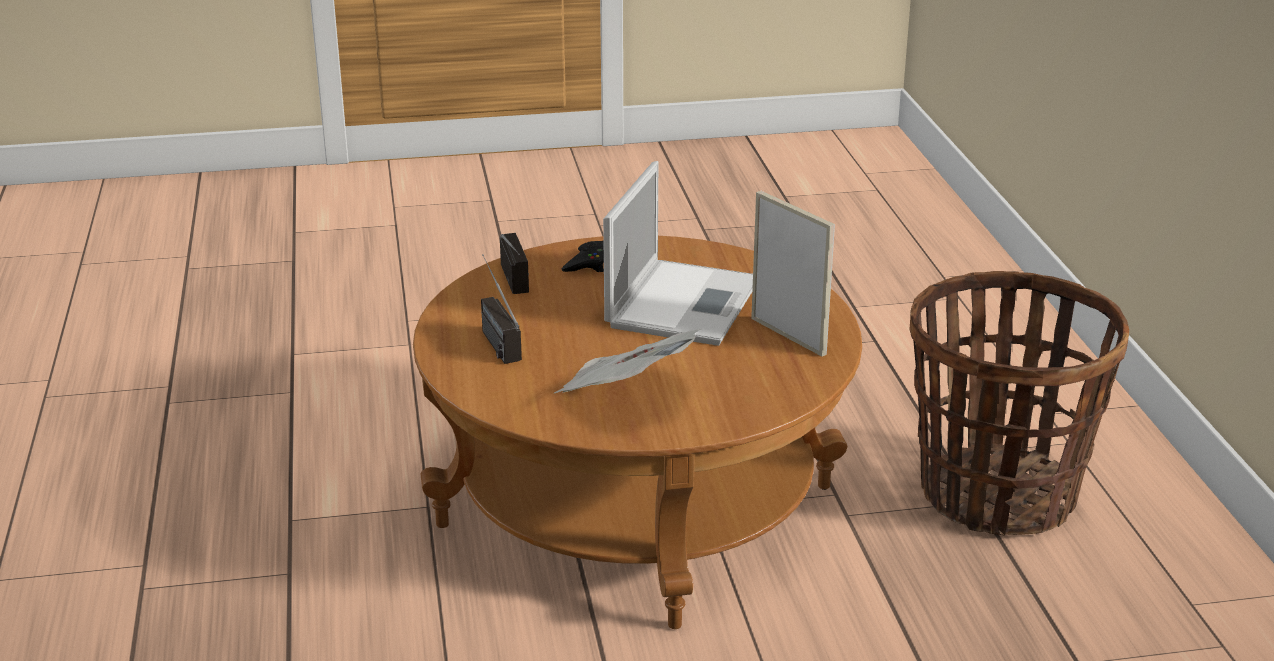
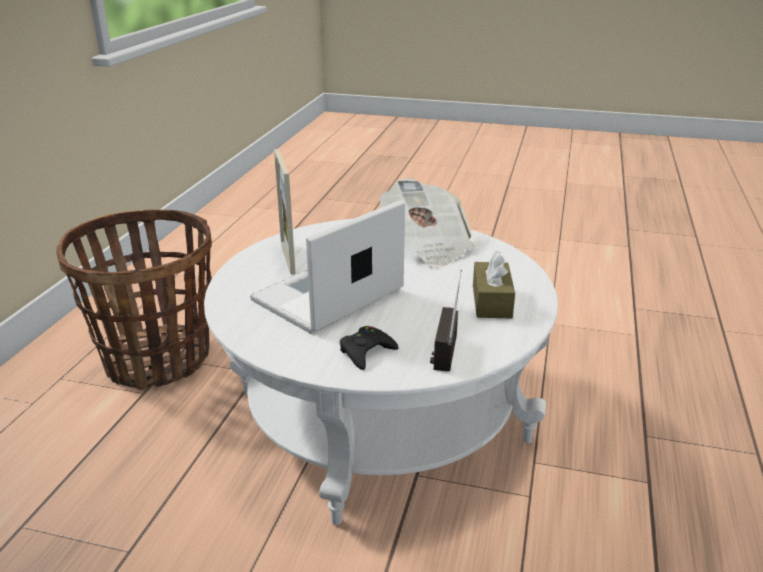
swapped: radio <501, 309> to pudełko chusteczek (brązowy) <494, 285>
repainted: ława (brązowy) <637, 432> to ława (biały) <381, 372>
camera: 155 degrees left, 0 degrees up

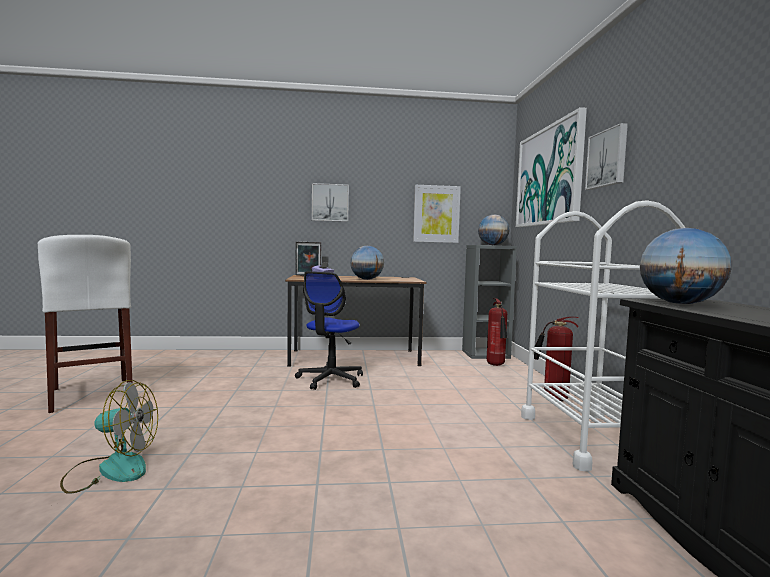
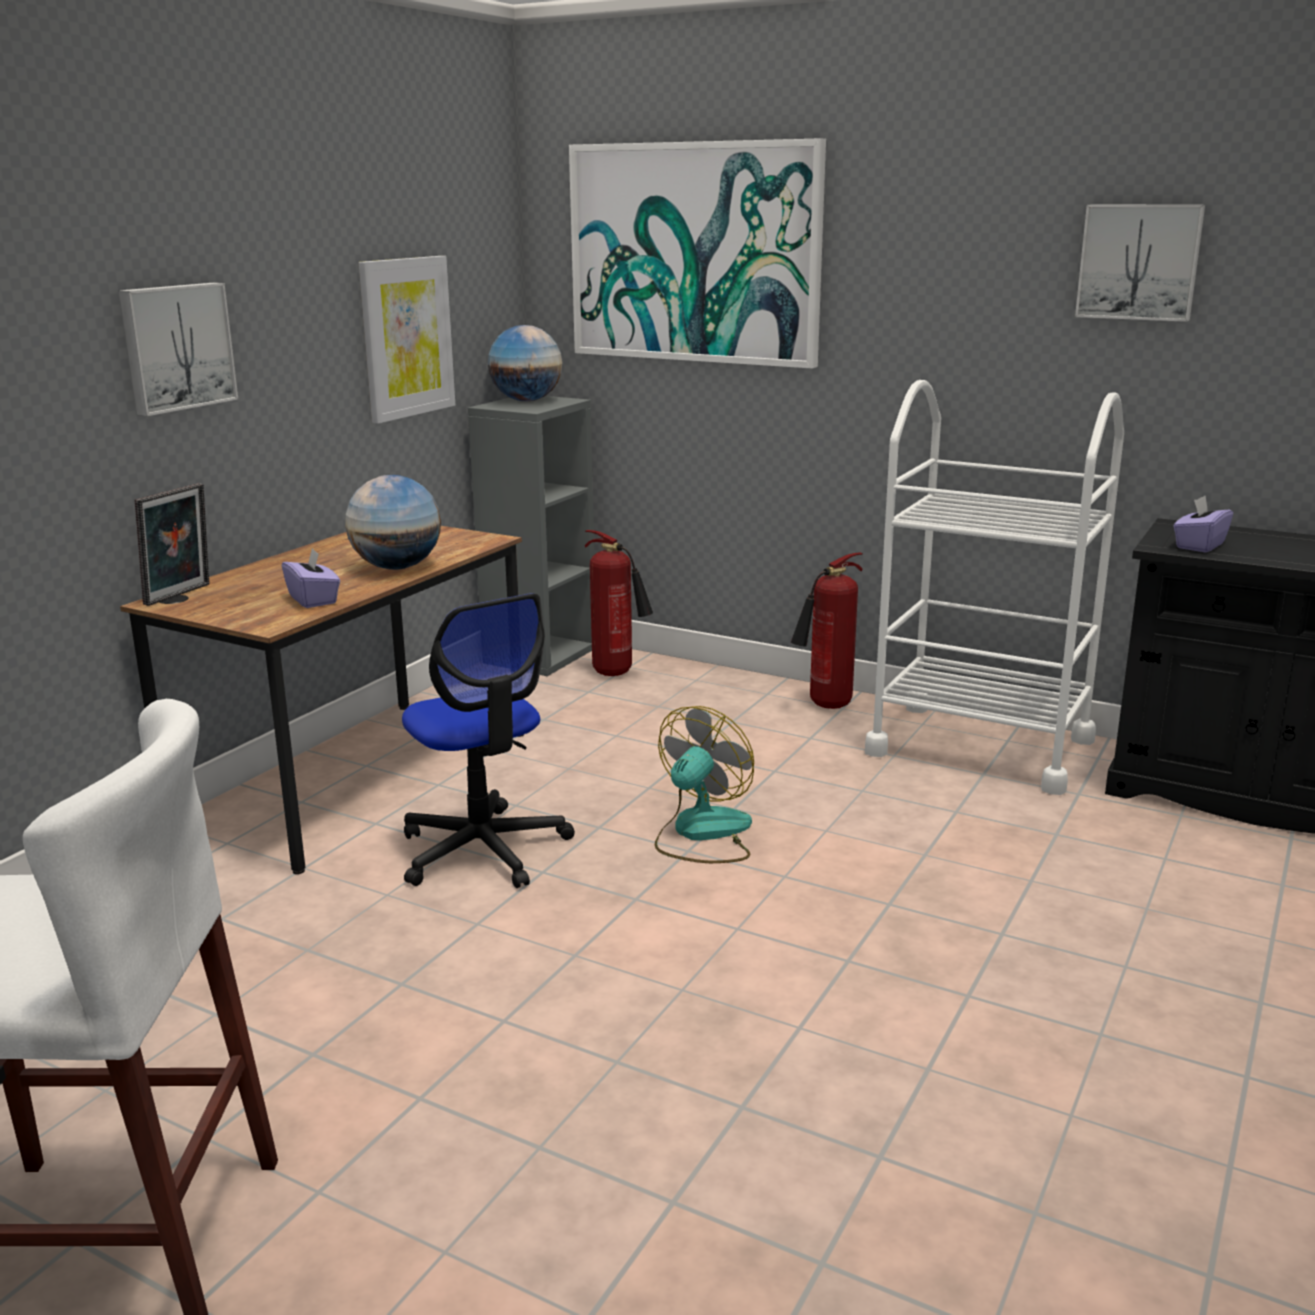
shifted: obraz <606, 156> to <1140, 263>; wentylator <109, 437> to <704, 784>
swapped: globus <686, 266> to pudełko chusteczek (fioletowy) <1203, 524>
camera: 55 degrees left, 15 degrees up

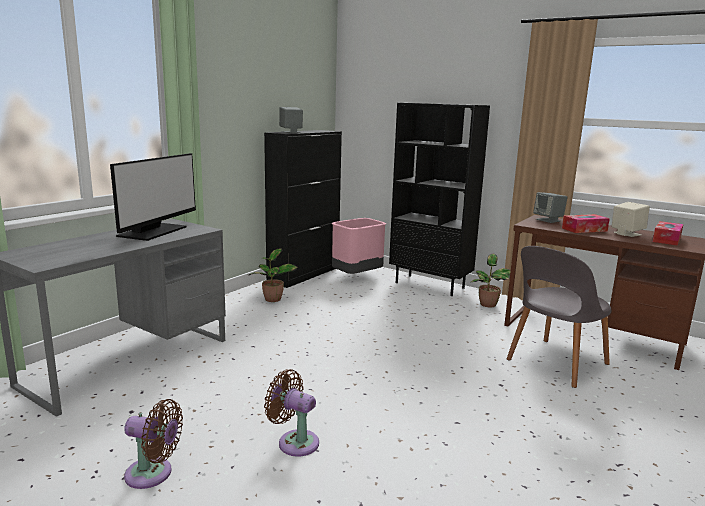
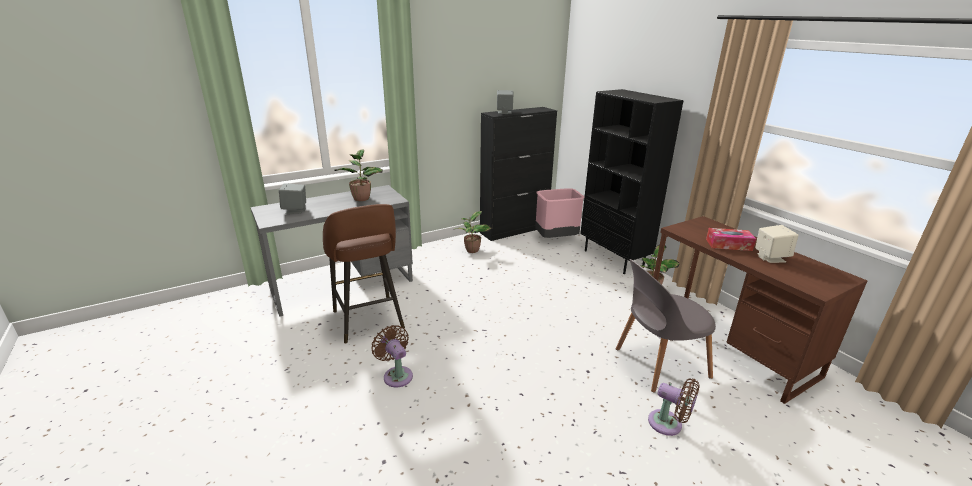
gone: pudełko chusteczek <668, 233>
new: stołek (brązowy) <364, 274>
shifted: głośnik (szary) <550, 207> to <292, 198>; wentylator (brązowy) <153, 444> to <674, 407>
swapped: monitor <153, 197> to roślina doniczkowa <359, 175>
camera: 25 degrees right, 10 degrees up

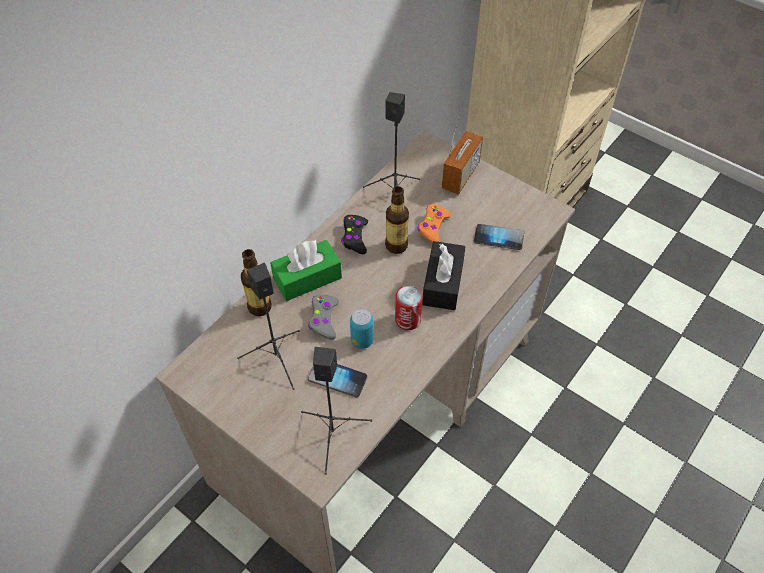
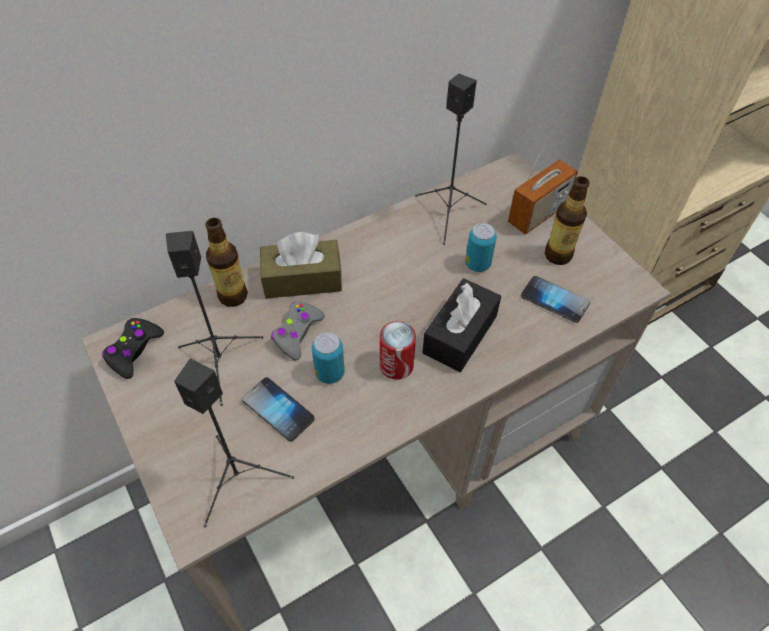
shifted: butelka <397, 220> to <567, 220>; pad do gier (czarny) <354, 234> to <133, 348>
swapped: pad do gier (pomarańczowy) <434, 224> to puszka <481, 247>
repainted: pudełko chusteczek (zielony) <306, 270> to pudełko chusteczek (brązowy) <301, 265>
camera: 20 degrees right, 0 degrees up

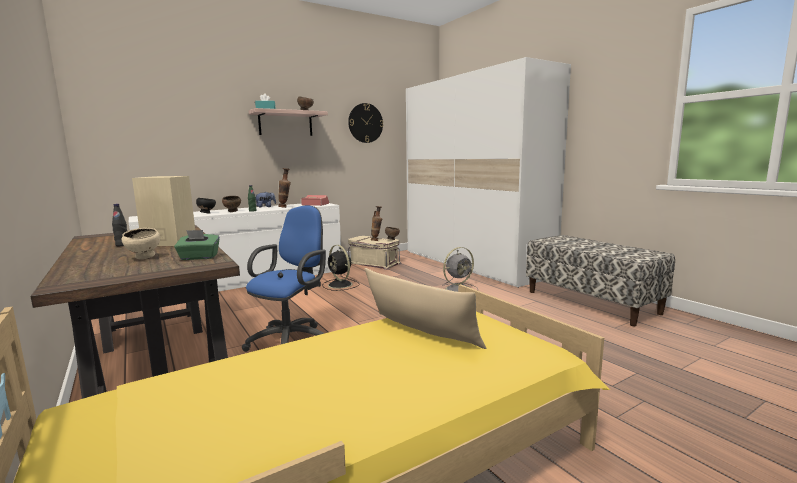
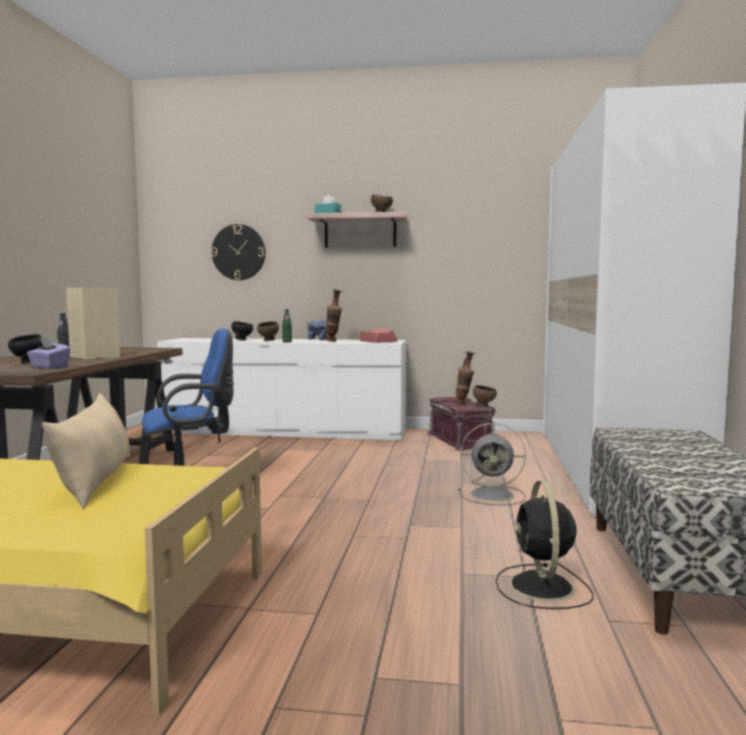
shifted: zegar ścienny <365, 123> to <238, 252>; wentylator (czarny) <341, 268> to <544, 545>
repainted: miska (beżowy) <141, 243> to miska (czarny) <25, 349>; pudełko chusteczek (zielony) <197, 245> to pudełko chusteczek (fioletowy) <49, 353>; pojemnik do przechowywania (beżowy) <375, 253> to pojemnik do przechowywania (czerwony) <462, 424>
camera: 40 degrees right, 5 degrees down

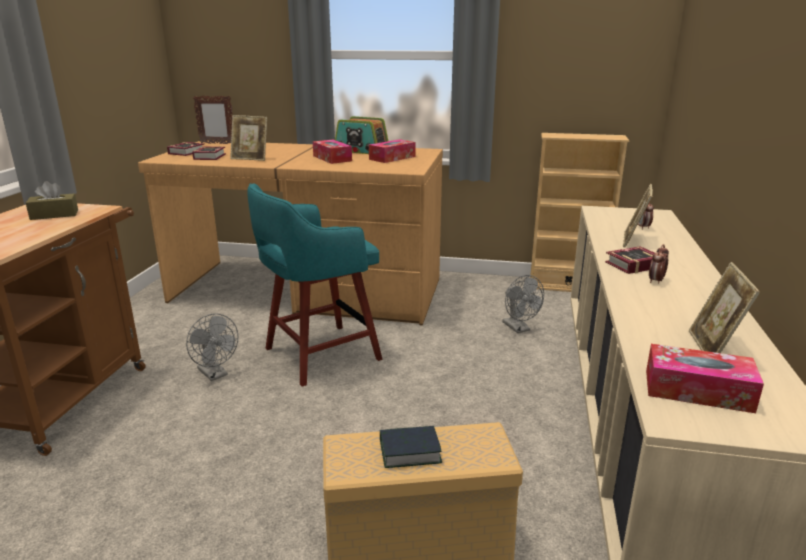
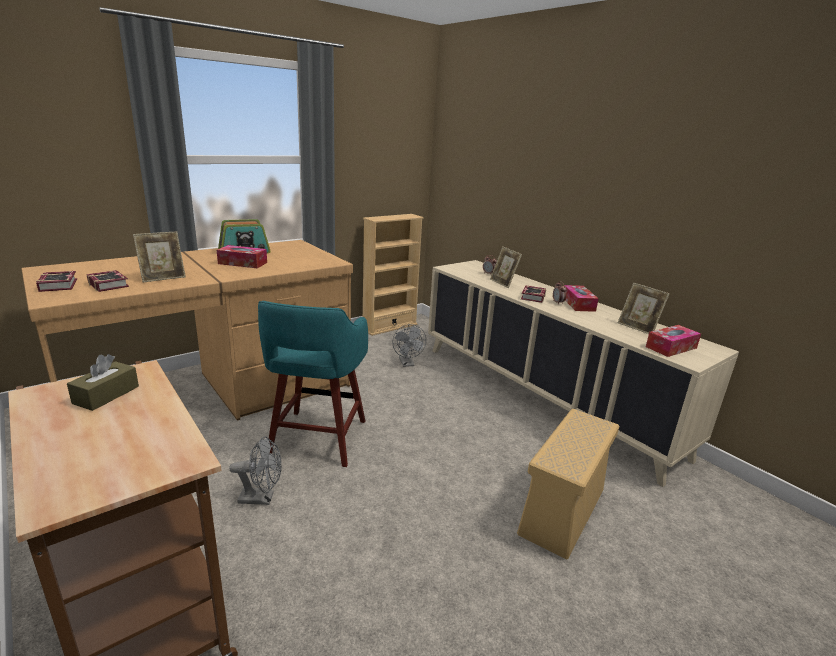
gone: ramka na zdjęcie <213, 119>; książka <411, 447>
shifted: pudełko chusteczek <392, 151> to <581, 298>
rotated: wentylator (szary) <523, 304> = <409, 345> 60 degrees clockwise
camera: 50 degrees left, 0 degrees up

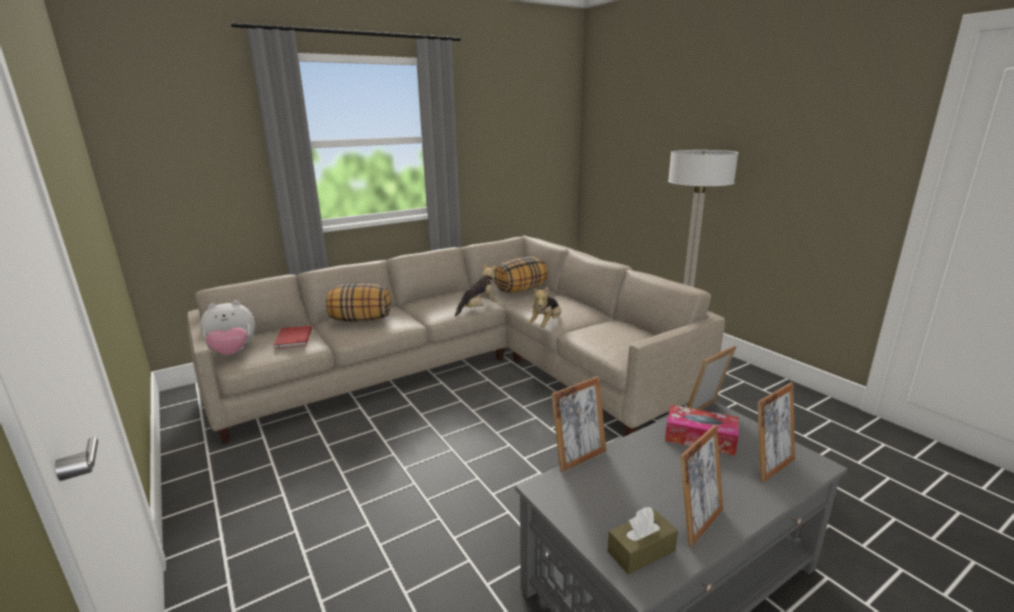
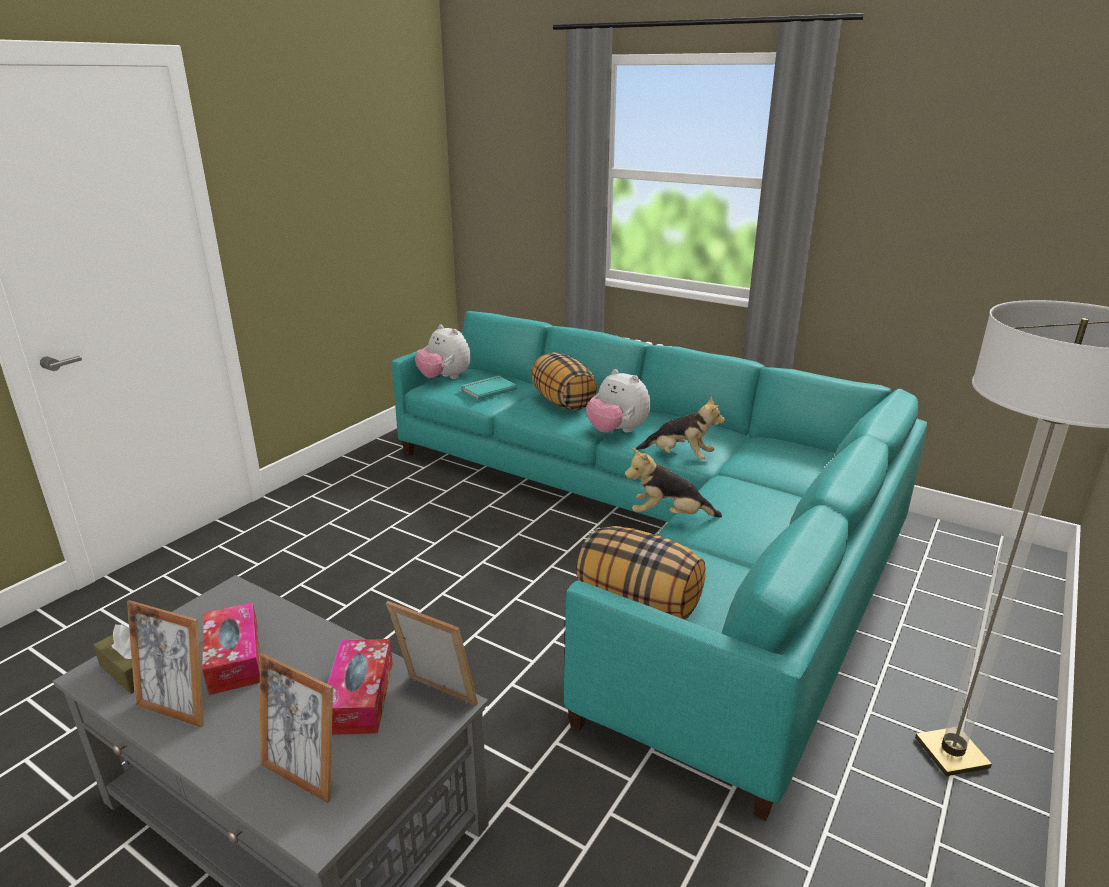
gone: ramka na zdjęcie <578, 424>
new: pluszak <618, 401>; pudełko chusteczek <231, 648>
shifted: poduszka <521, 275> to <641, 572>
repainted: kanapa (beżowy) <456, 339> to kanapa (turkusowy) <659, 566>; książka (czerwony) <293, 337> to książka (turkusowy) <489, 388>
camera: 65 degrees right, 5 degrees up

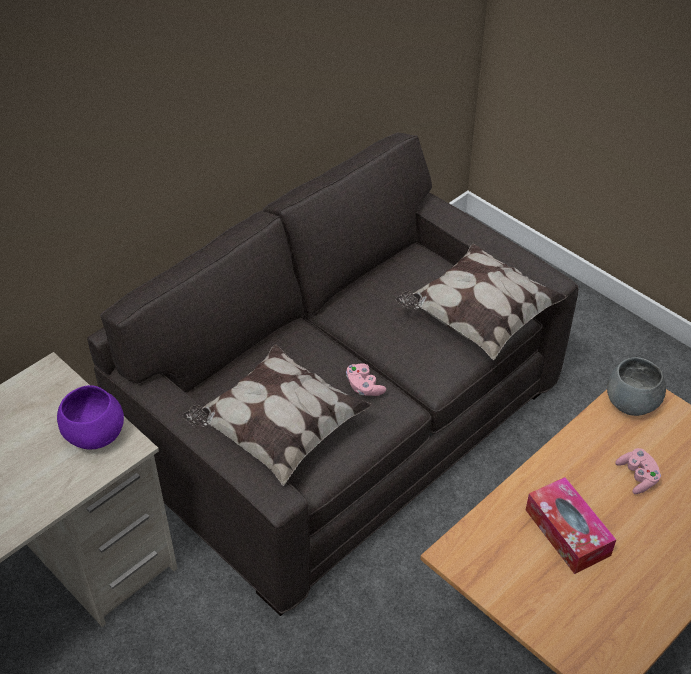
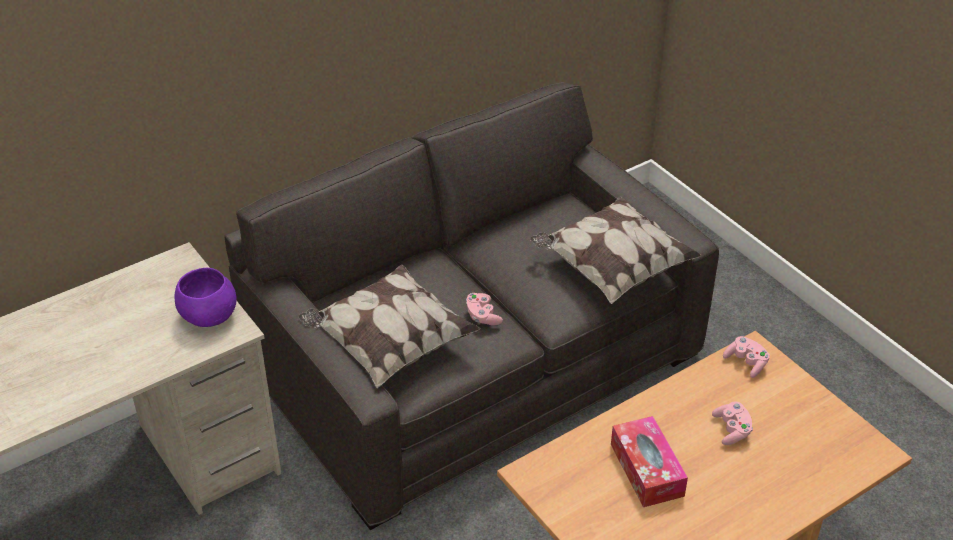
swapped: miska (szary) <636, 386> to pad do gier (różowy) <746, 357>
camera: 10 degrees right, 5 degrees down

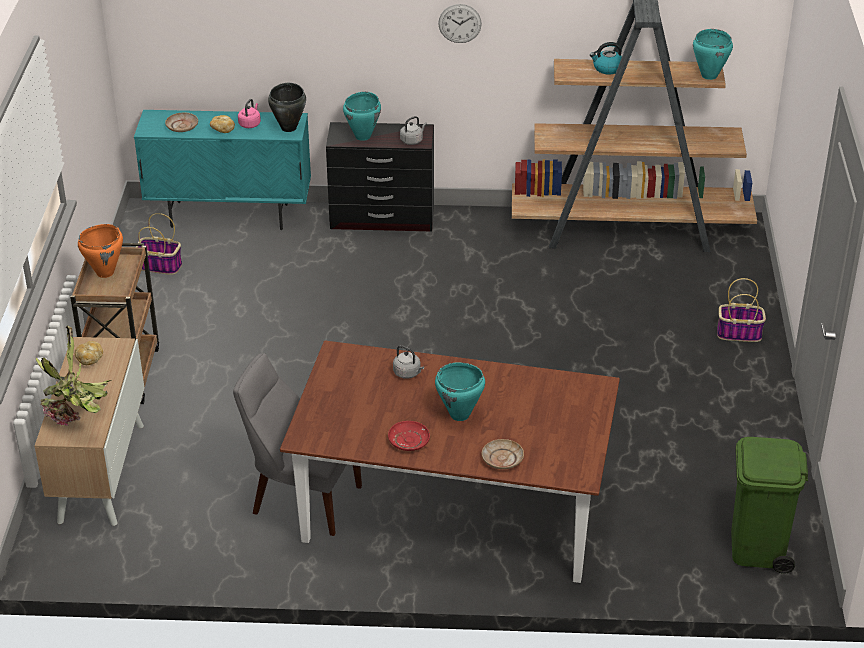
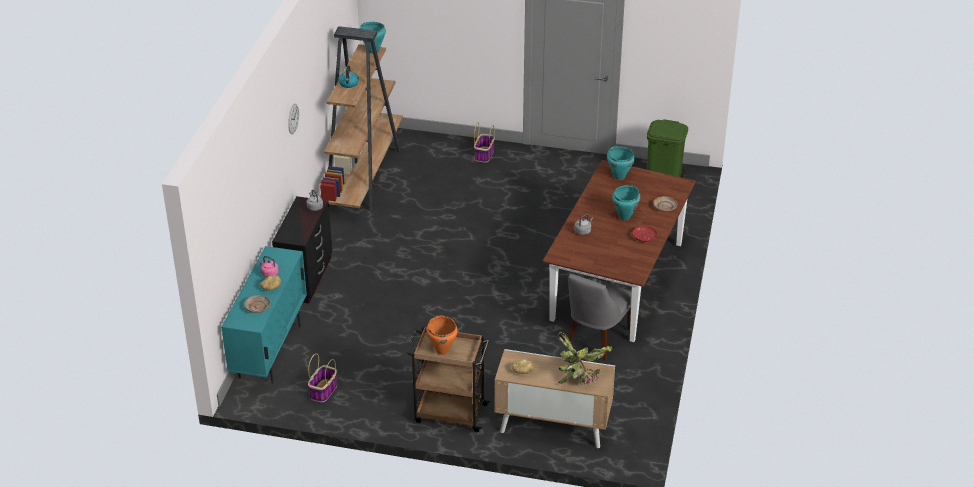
gone: garnek (czarny) <287, 107>
shifted: garnek (turkusowy) <362, 116> to <621, 163>
camera: 80 degrees left, 0 degrees up

